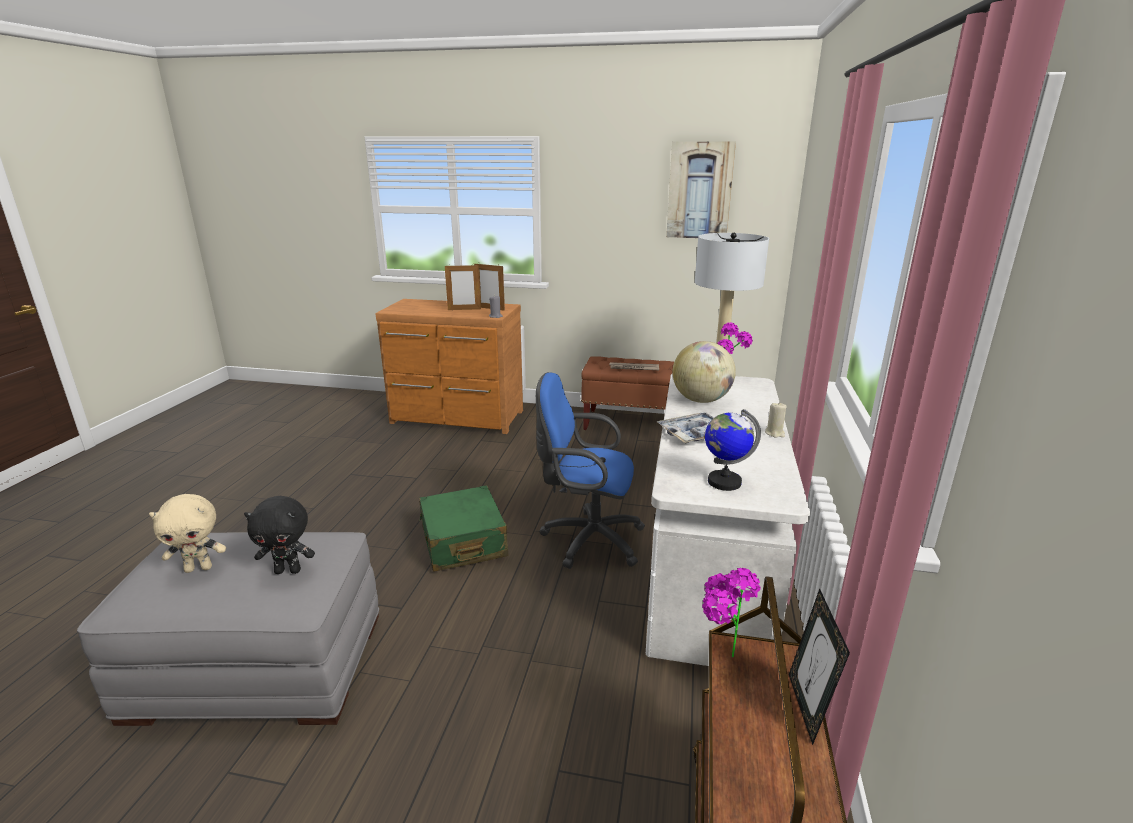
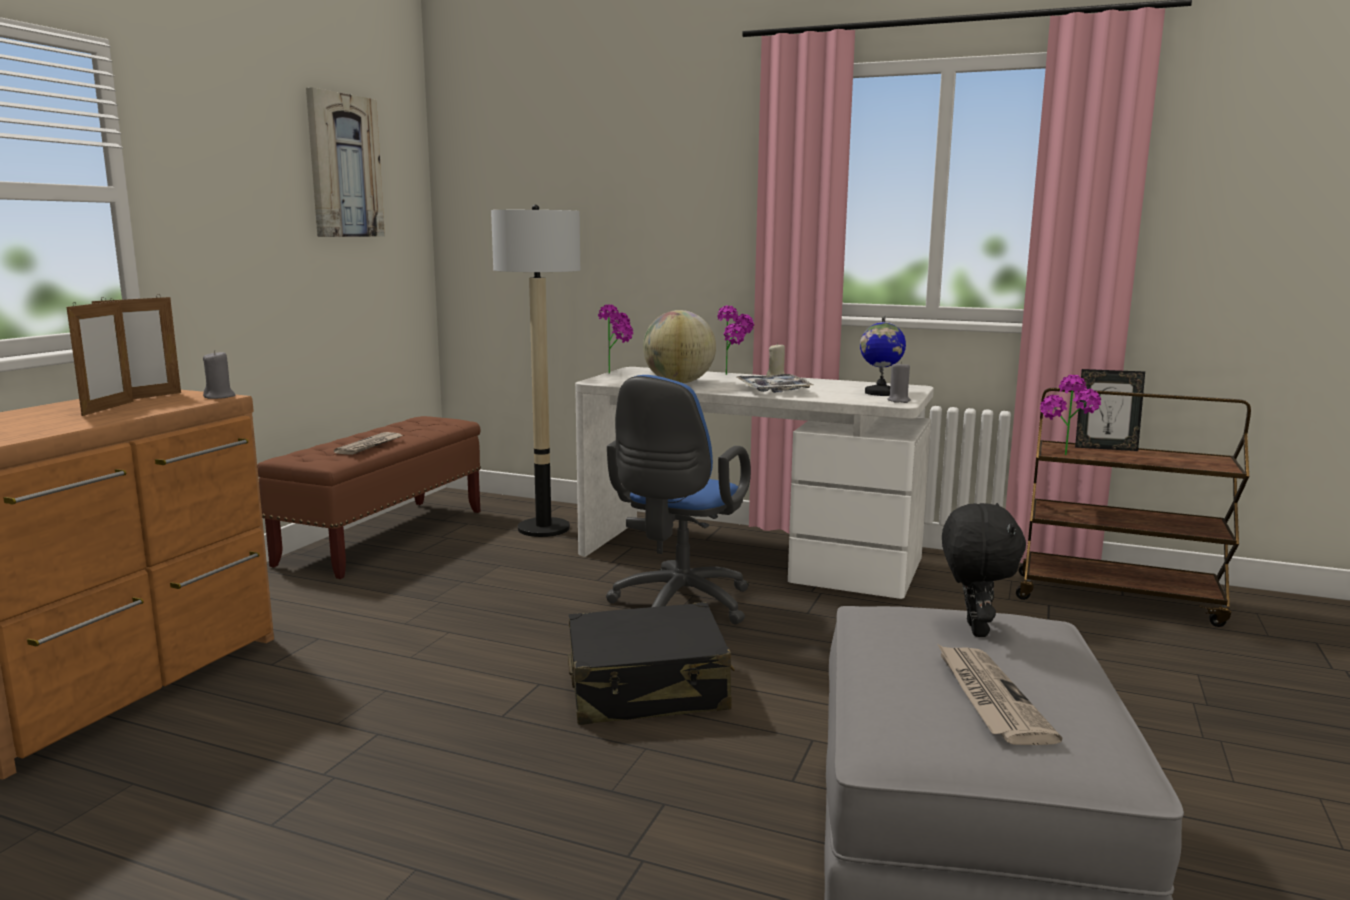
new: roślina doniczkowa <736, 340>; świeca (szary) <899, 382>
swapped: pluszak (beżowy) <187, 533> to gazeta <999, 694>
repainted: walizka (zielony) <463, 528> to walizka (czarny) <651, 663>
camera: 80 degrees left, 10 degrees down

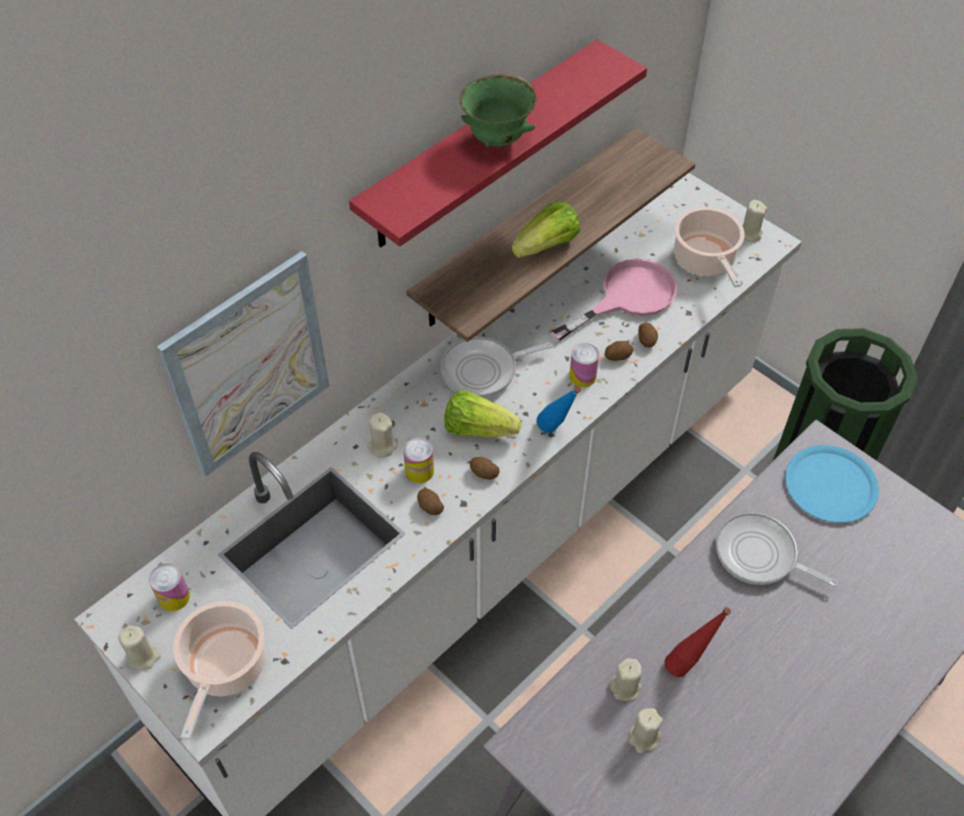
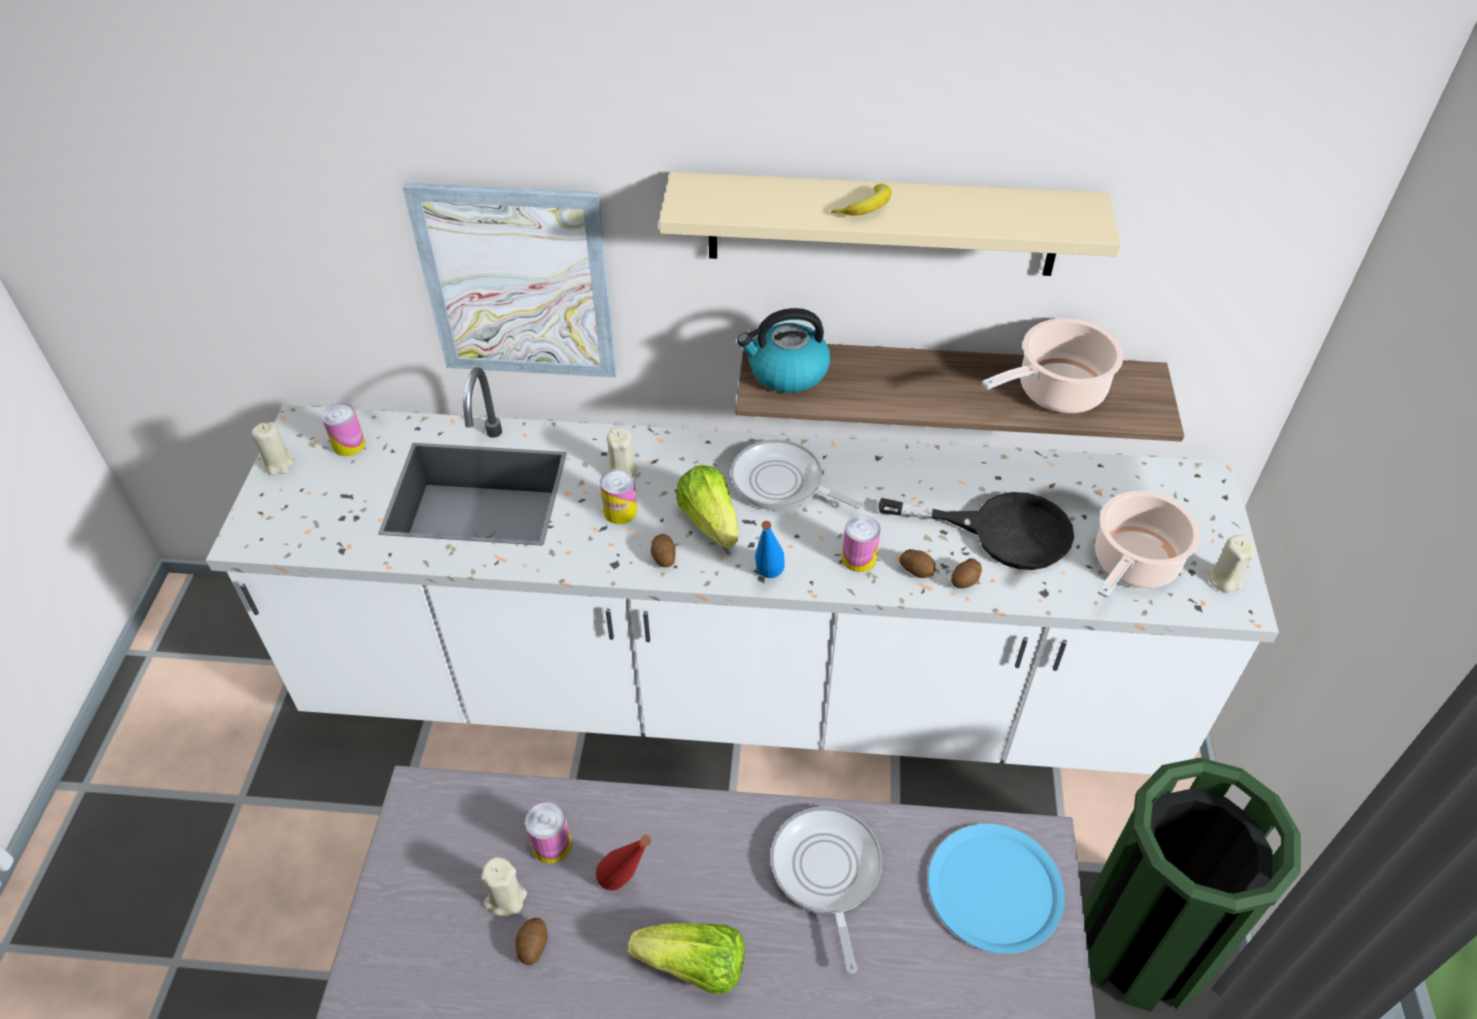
new: czajnik <783, 350>
shifted: sałata <546, 230> to <686, 958>; ziemniak <430, 502> to <531, 941>; garnek <219, 670> to <1053, 365>
swapped: miska (zielony) <498, 110> to banan <861, 200>; świeca (beżowy) <626, 679> to puszka <548, 833>
repainted: półka (czerwony) <498, 143> to półka (beżowy) <890, 224>; patelnia (różowy) <614, 300> to patelnia (czarny) <976, 531>
camera: 50 degrees right, 5 degrees down

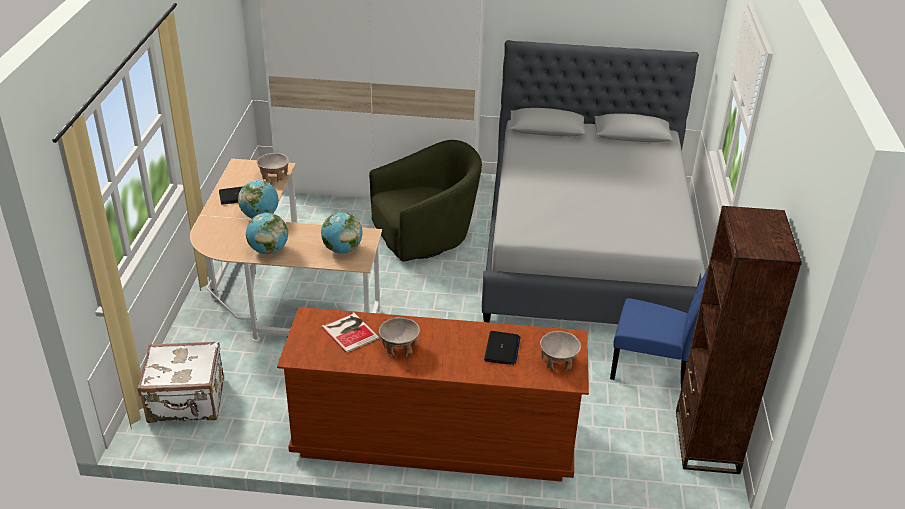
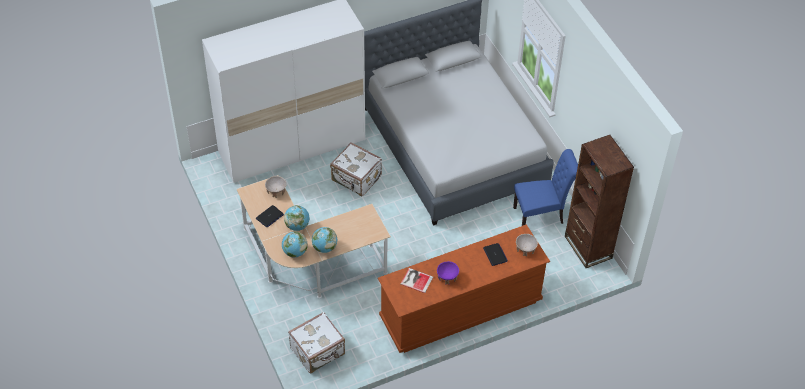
shifted: globus <342, 232> to <295, 244>
swapped: fotel (zielony) <425, 200> to walizka (biały) <356, 169>
repainted: miska (beżowy) <399, 337> to miska (fioletowy) <448, 273>
camera: 30 degrees left, 15 degrees up

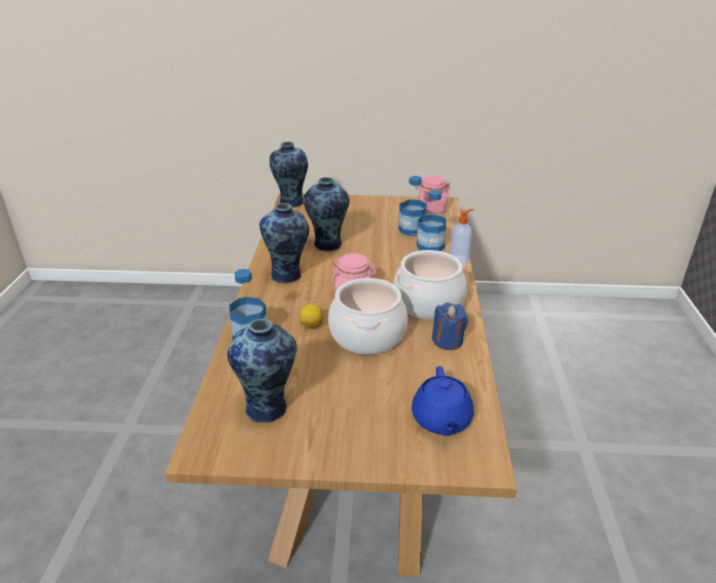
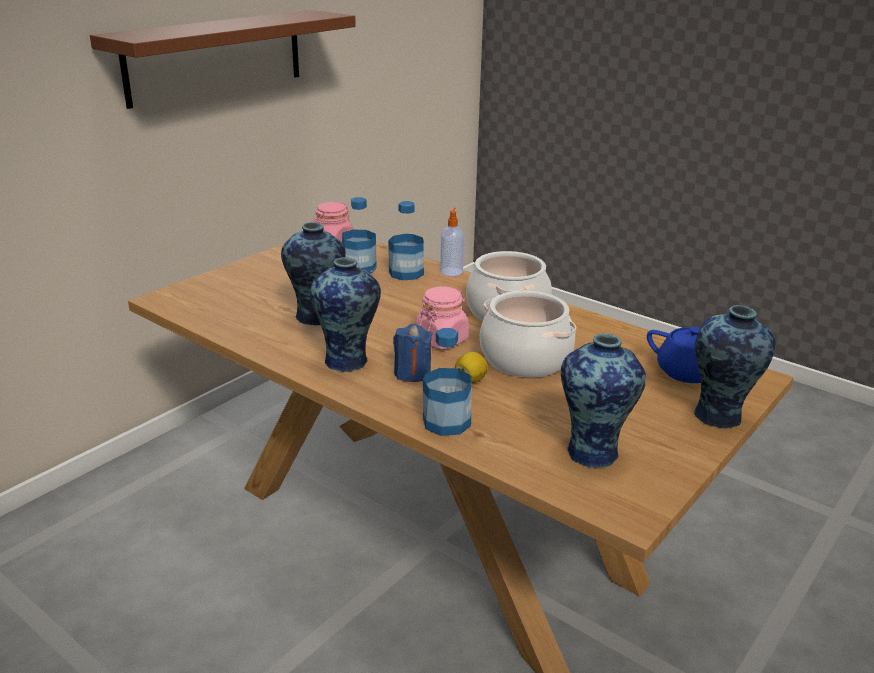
new: półka (brązowy) <223, 59>
shifted: wazon <288, 175> to <734, 367>; świeca (niebieski) <450, 326> to <413, 353>
camera: 55 degrees left, 5 degrees down

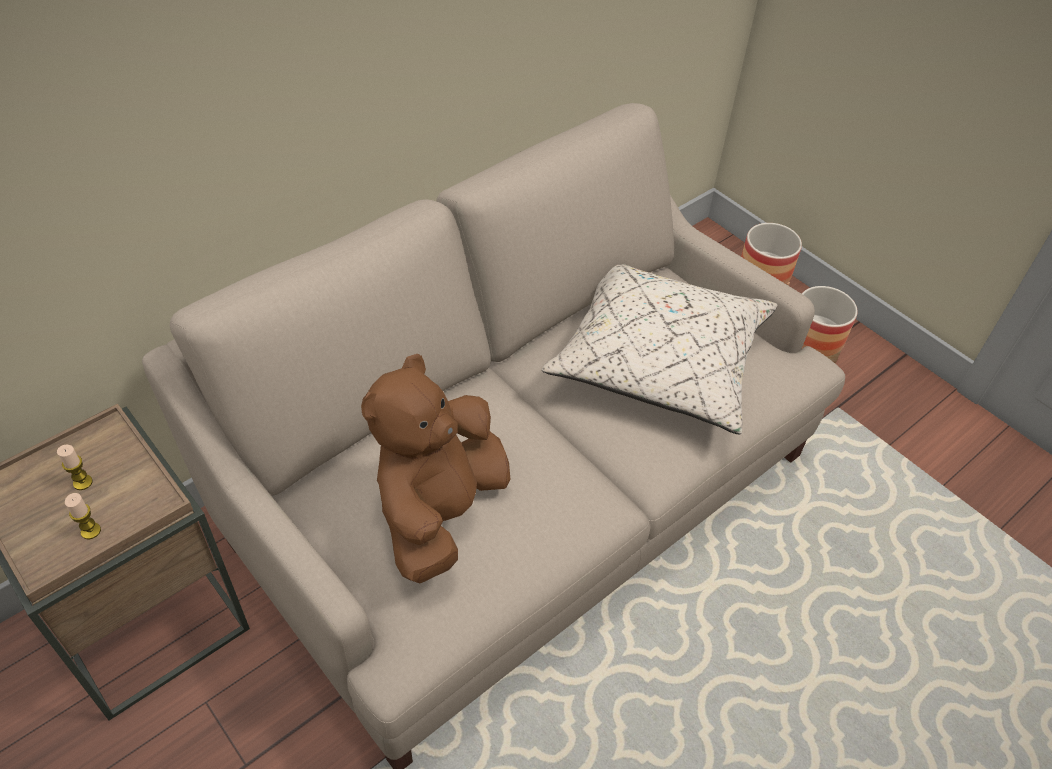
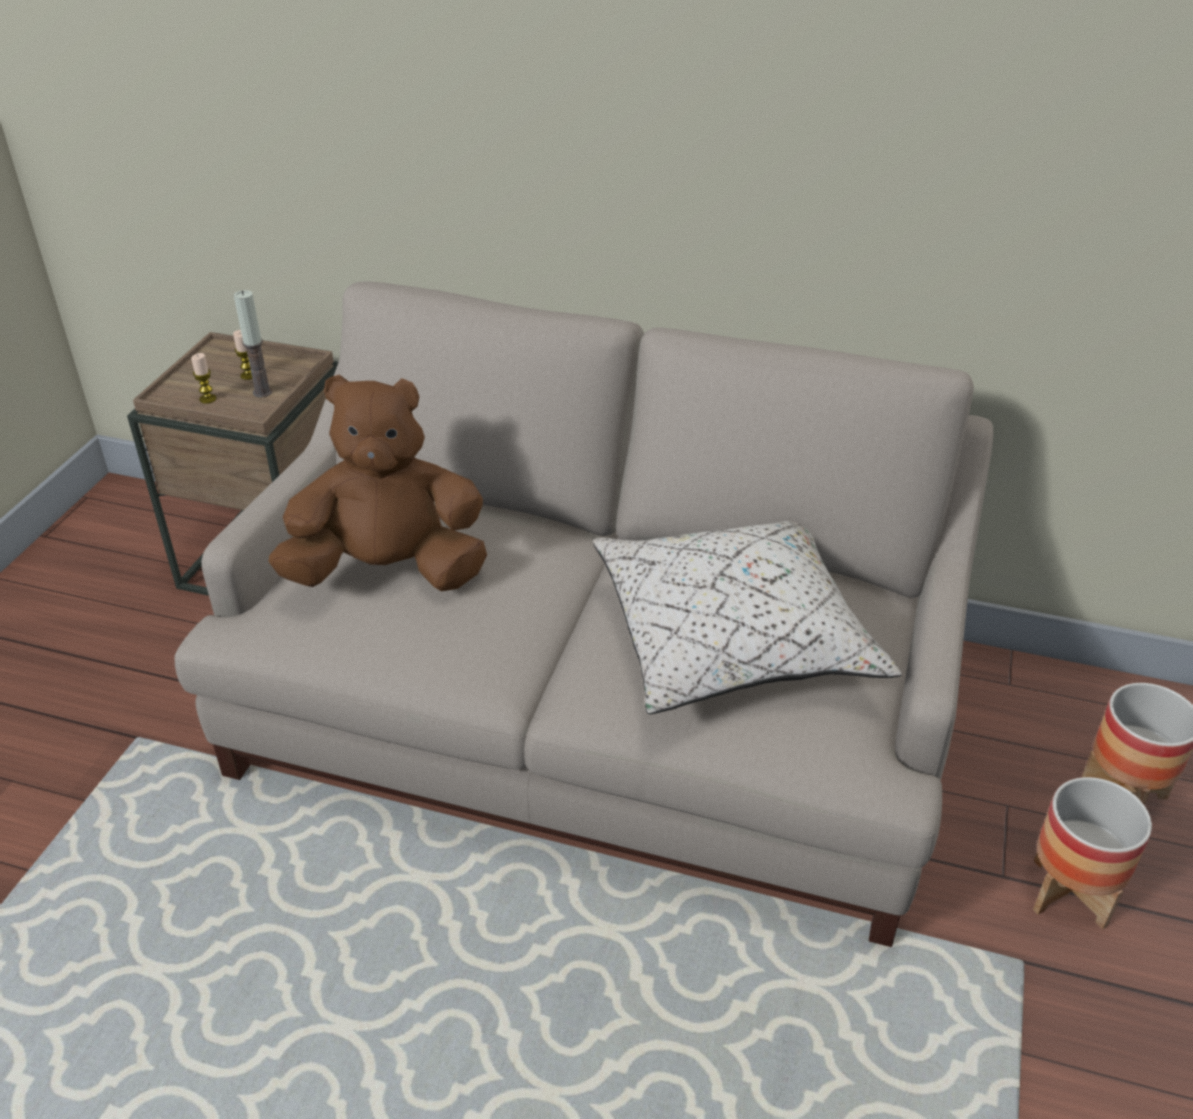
new: świeca <253, 344>
camera: 60 degrees right, 10 degrees down

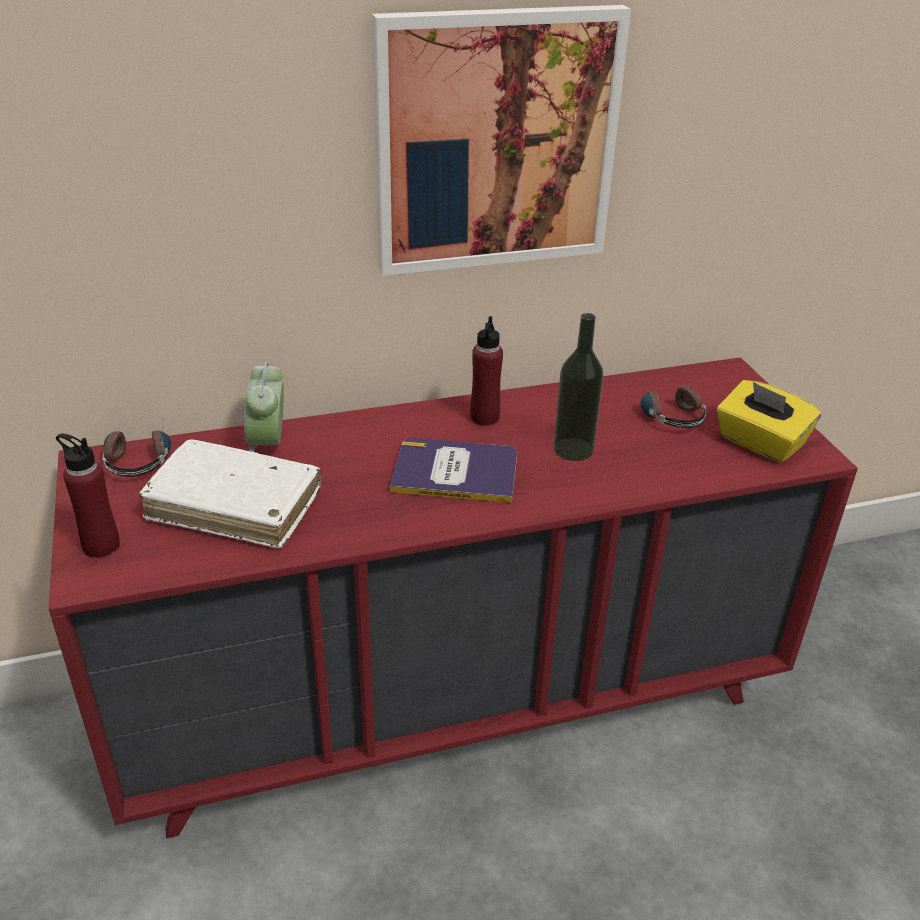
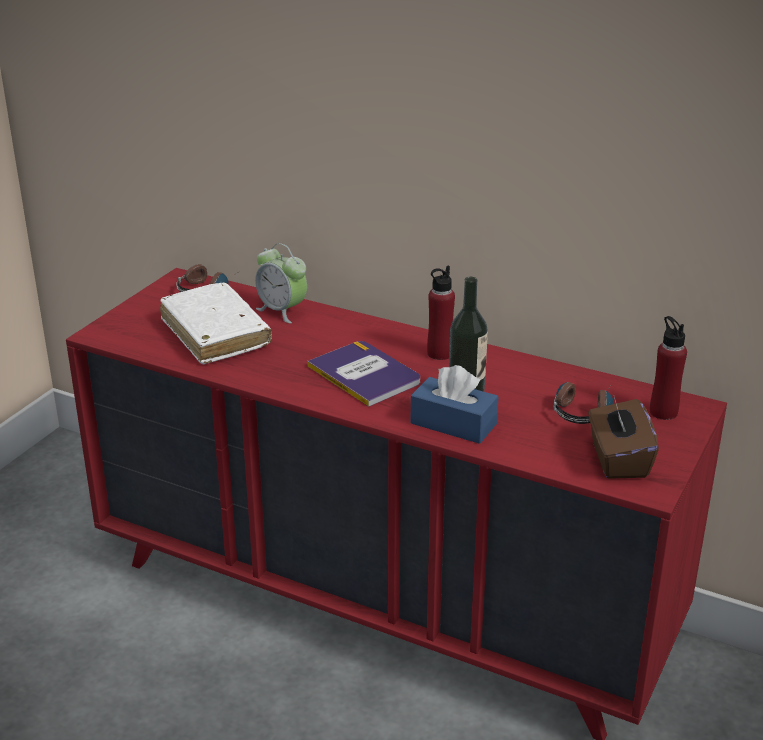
gone: obraz <501, 140>
new: pudełko chusteczek (niebieski) <454, 404>
shifted: butelka (czerwony) <88, 496> to <668, 368>
repainted: pudełko chusteczek (żółty) <769, 421> to pudełko chusteczek (brązowy) <623, 438>
rotated: budzik <264, 407> = <281, 283> 90 degrees counterclockwise
camera: 45 degrees right, 5 degrees down

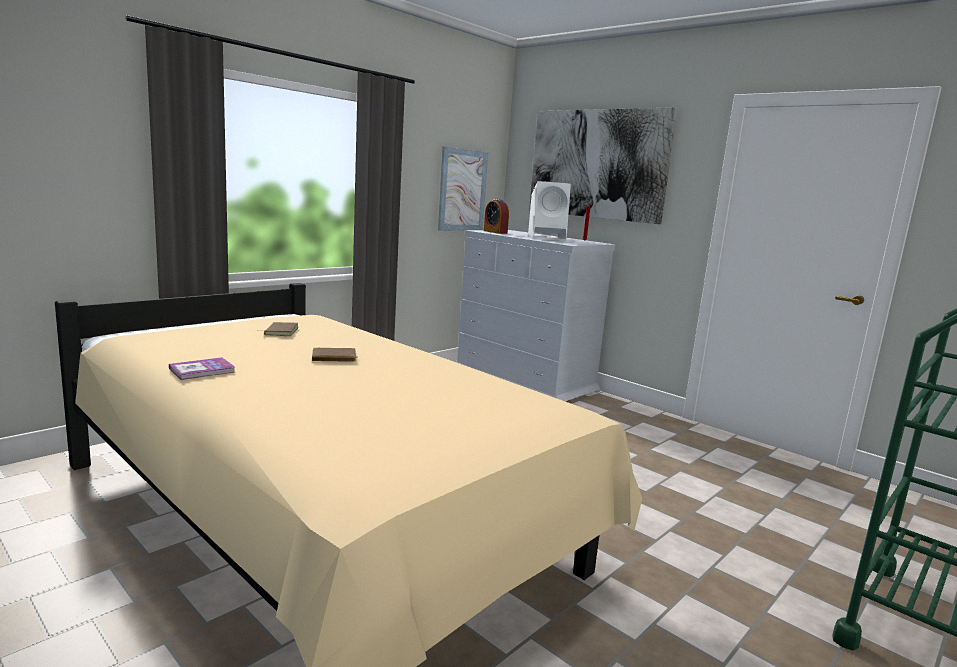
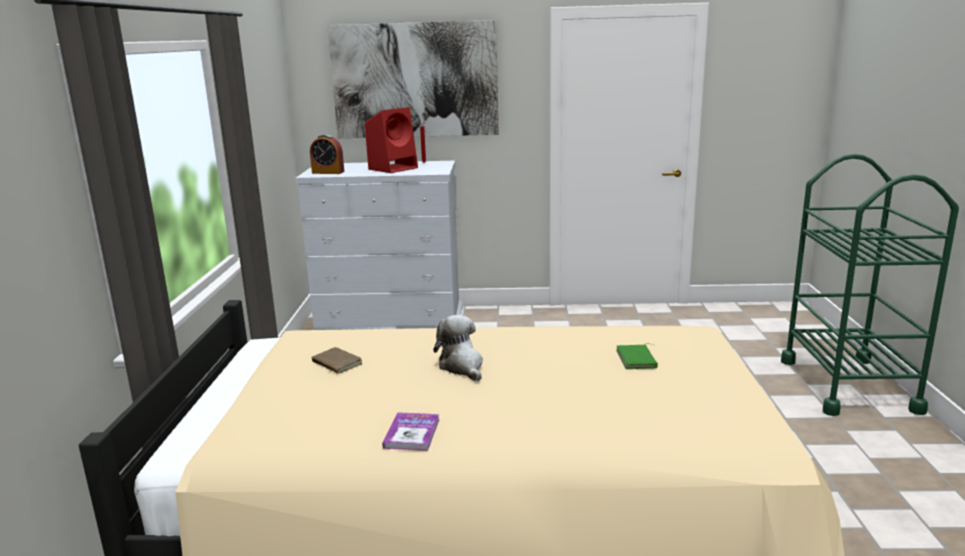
gone: obraz <463, 189>
new: książka (zielony) <637, 356>
swapped: książka (brązowy) <335, 355> to pluszak <458, 348>
repainted: głośnik (biały) <549, 211> to głośnik (czerwony) <391, 140>
camera: 40 degrees left, 5 degrees up

